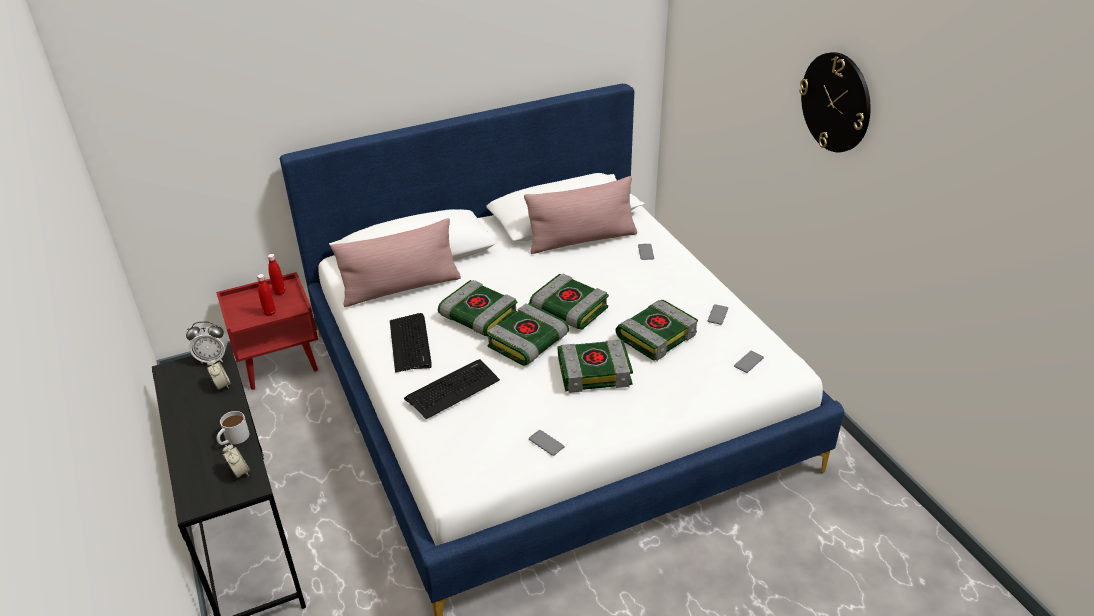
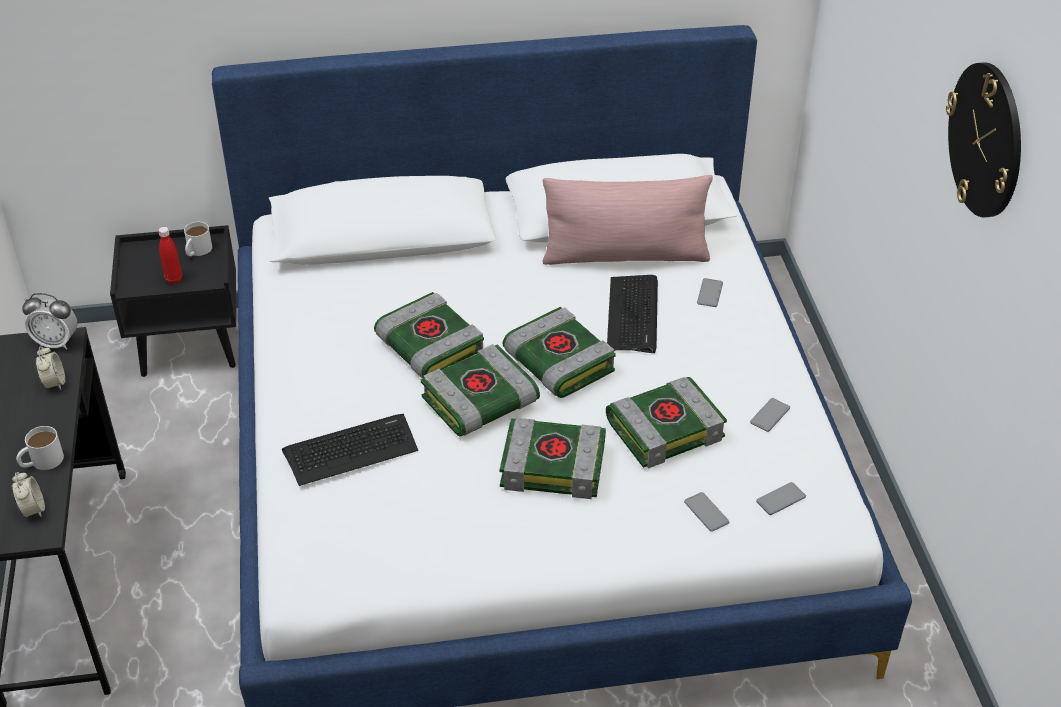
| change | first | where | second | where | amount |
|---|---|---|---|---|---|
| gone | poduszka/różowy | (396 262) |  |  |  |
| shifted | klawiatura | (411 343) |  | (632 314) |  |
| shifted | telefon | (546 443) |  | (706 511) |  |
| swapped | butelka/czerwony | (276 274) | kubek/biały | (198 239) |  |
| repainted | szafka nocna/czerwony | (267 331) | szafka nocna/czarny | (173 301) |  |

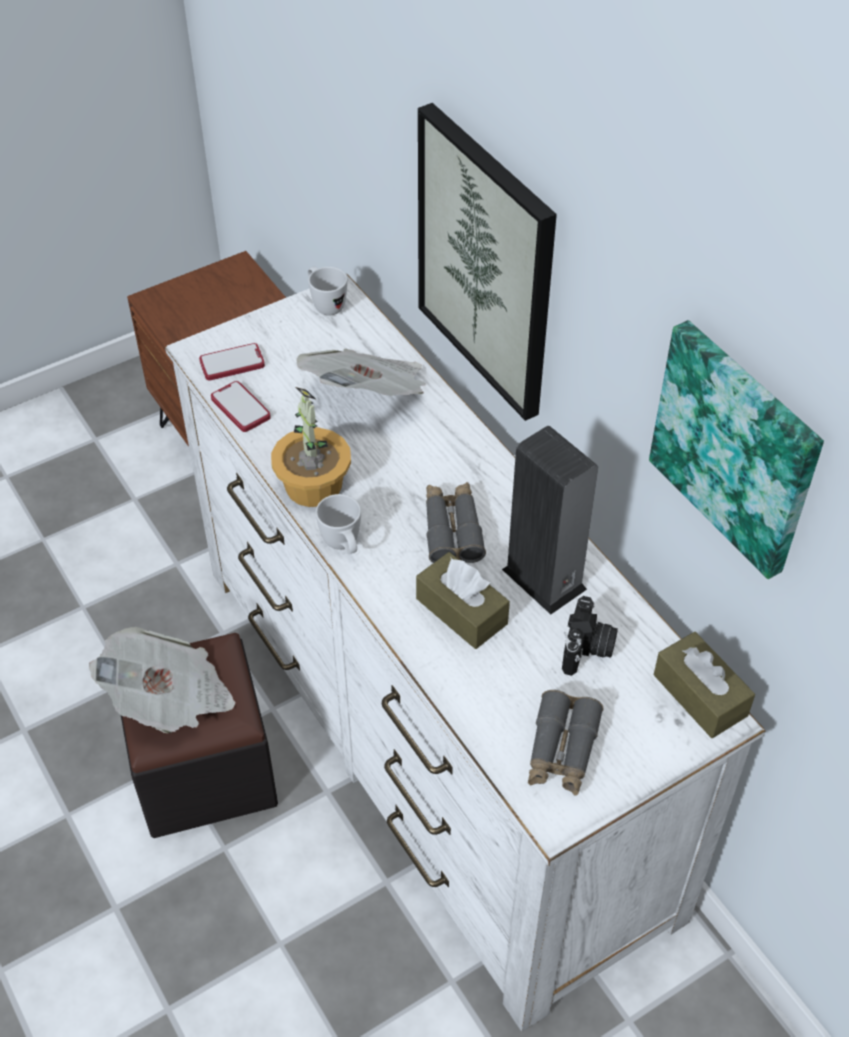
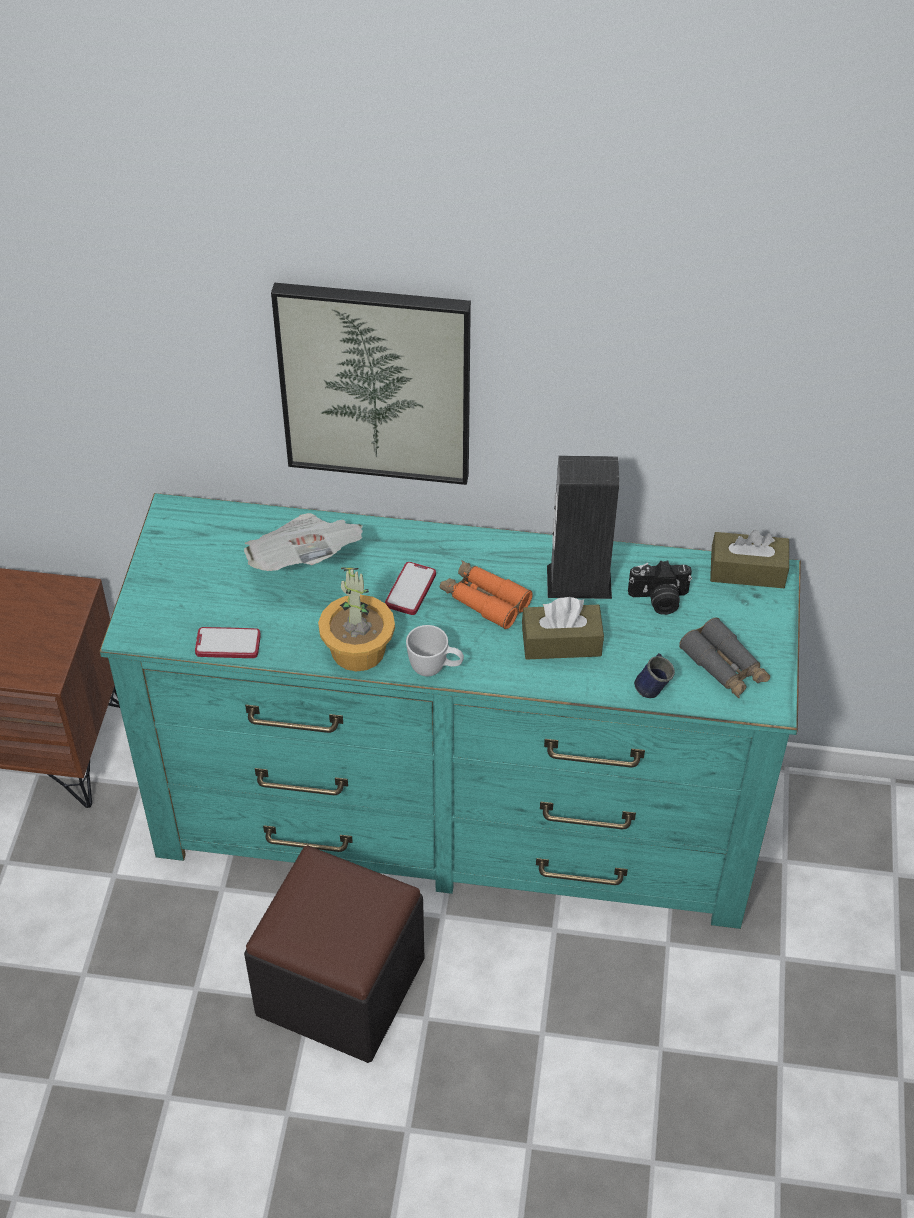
| change | first | where | second | where | amount |
|---|---|---|---|---|---|
| gone | gazeta | (162 680) |  |  |  |
| gone | kubek/biały | (327 291) |  |  |  |
| gone | obraz | (736 449) |  |  |  |
| new |  |  | kubek/niebieski | (654 675) |  |
| shifted | telefon | (232 362) |  | (410 588) |  |
| repainted | komoda/biały | (465 653) | komoda/turkusowy | (450 711) |  |
| repainted | lornetka/szary | (456 522) | lornetka/pomarańczowy | (486 594) |  |
| rotated | aparat fotograficzny | (590 636) |  | (660 587) | 120 degrees clockwise |

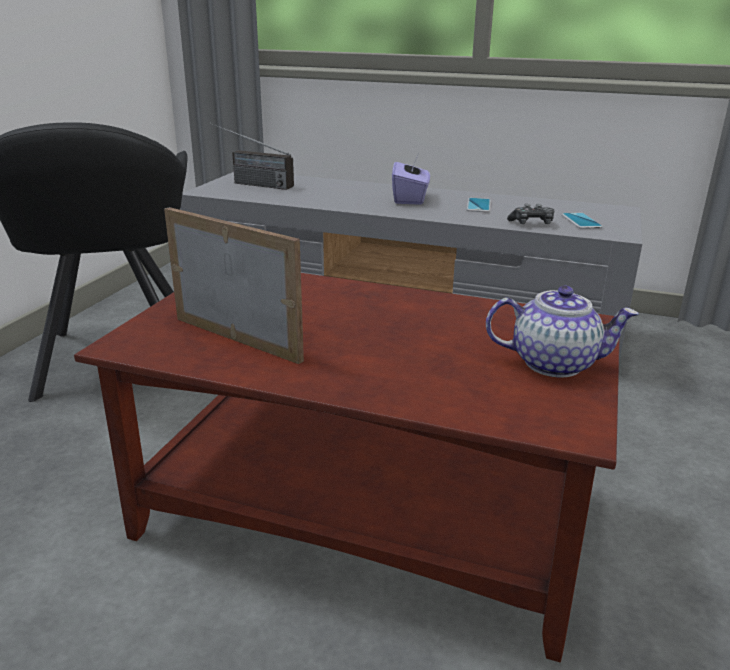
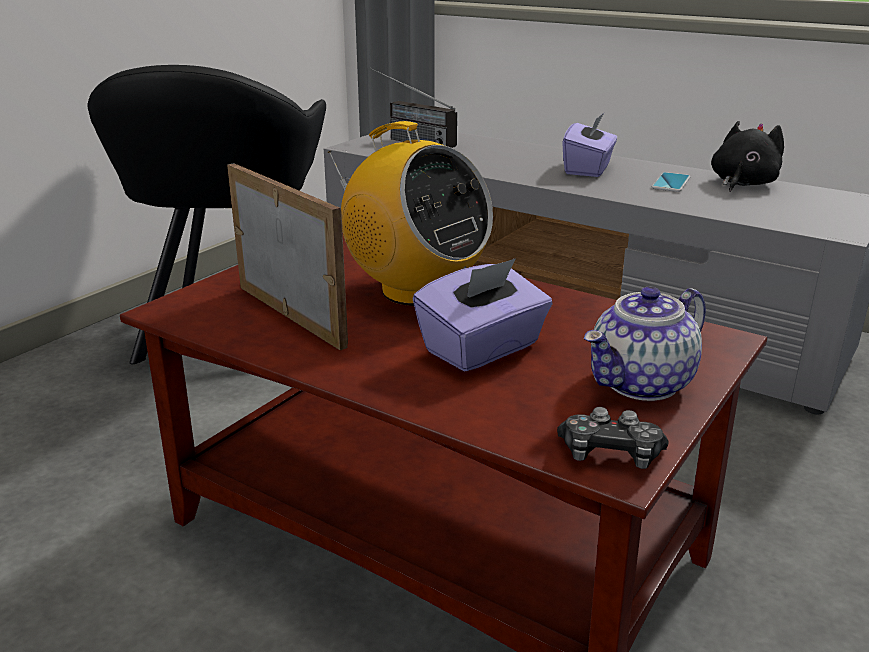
| change | first | where | second | where | amount |
|---|---|---|---|---|---|
| gone | telefon | (582 221) |  |  |  |
| new |  |  | radio | (410 213) |  |
| new |  |  | pudełko chusteczek/fioletowy | (483 315) |  |
| new |  |  | pluszak/czarny | (747 156) |  |
| shifted | pad do gier | (530 214) |  | (613 438) |  |
| rotated | imbryk | (562 331) |  | (645 344) | 120 degrees clockwise |

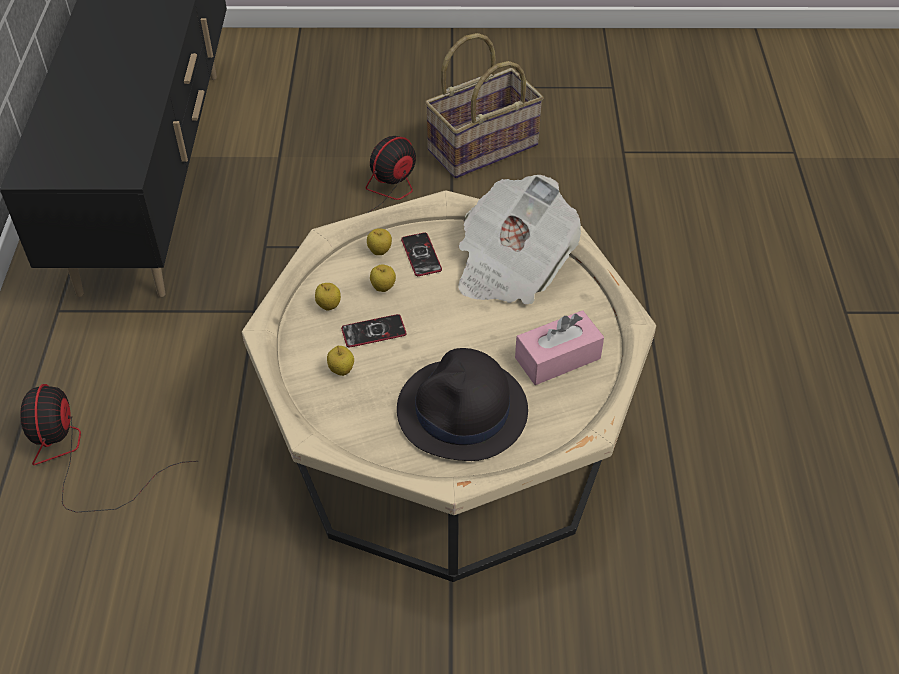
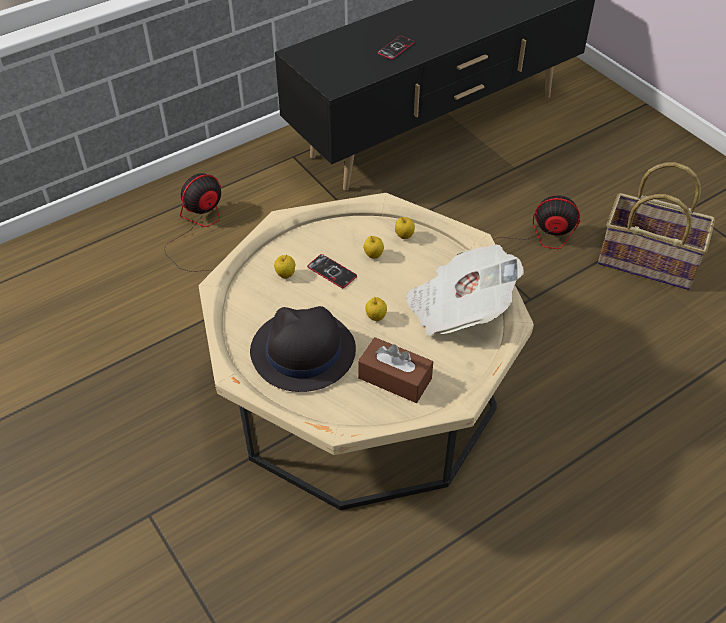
| change | first | where | second | where | amount |
|---|---|---|---|---|---|
| shifted | jabłko | (328 297) |  | (376 309) |  |
| shifted | telefon | (421 254) |  | (396 48) |  |
| repainted | pudełko chusteczek/różowy | (559 347) | pudełko chusteczek/brązowy | (395 370) |  |

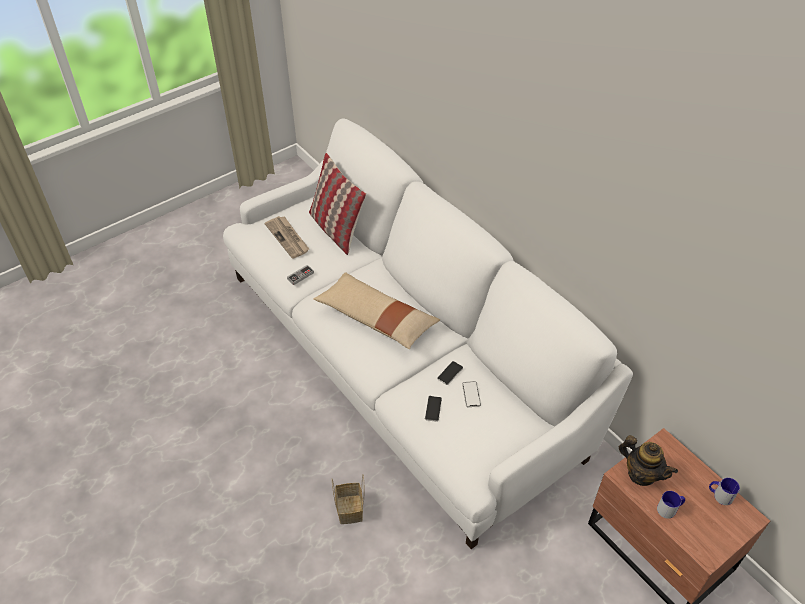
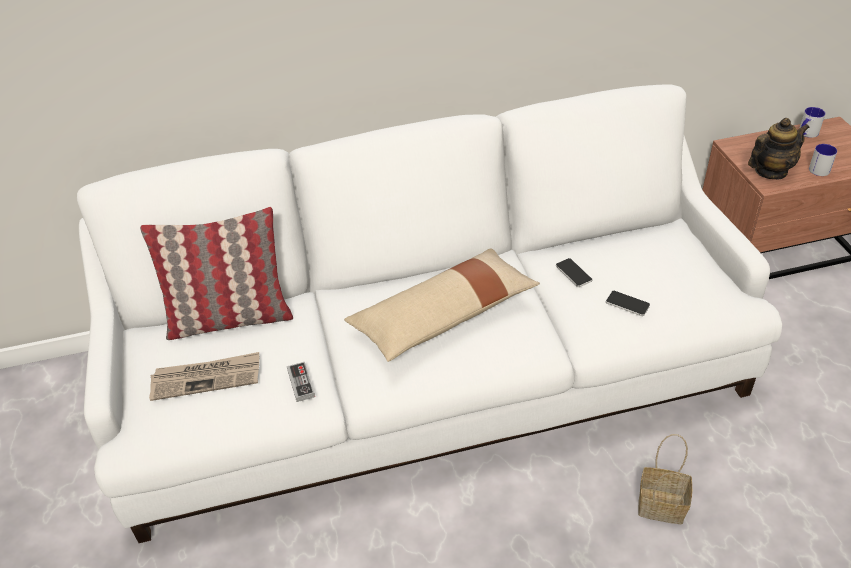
| change | first | where | second | where | amount |
|---|---|---|---|---|---|
| gone | telefon | (471 394) |  |  |  |

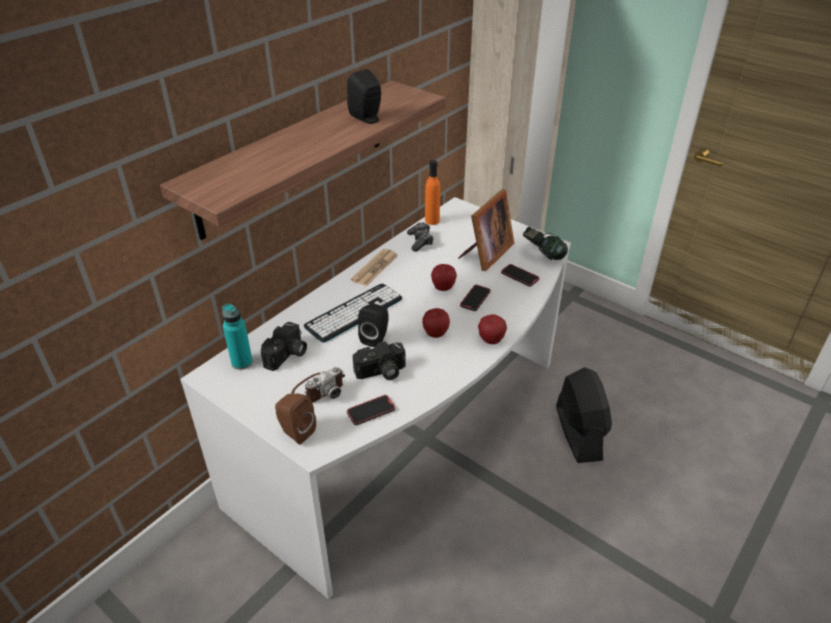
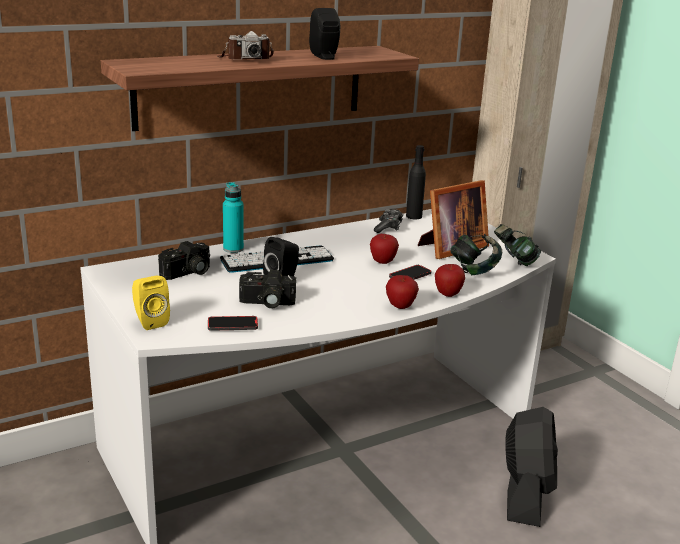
| change | first | where | second | where | amount |
|---|---|---|---|---|---|
| gone | gazeta | (374 267) |  |  |  |
| shifted | butelka/turkusowy | (237 337) |  | (233 217) |  |
| shifted | aparat fotograficzny | (318 385) |  | (245 45) |  |
| shifted | jabłko | (436 323) |  | (450 280) |  |
| swapped | telefon | (520 275) | słuchawki | (476 254) |  |
| repainted | głośnik/brązowy | (295 419) | głośnik/żółty | (151 303) |  |
| repainted | butelka/pomarańczowy | (432 192) | butelka/czarny | (416 182) |  |

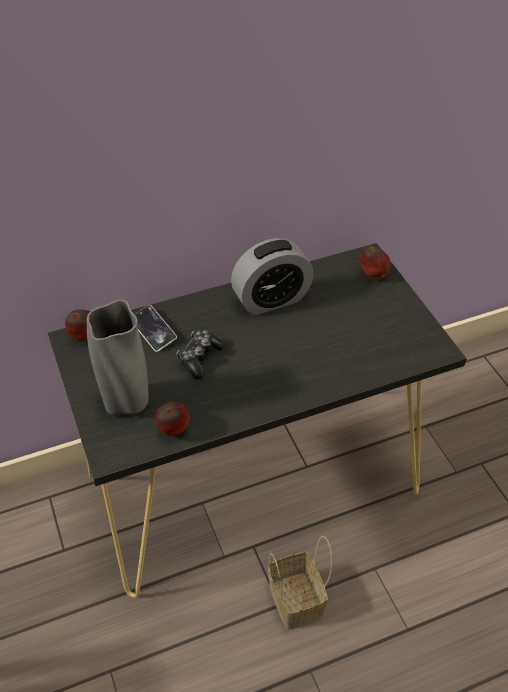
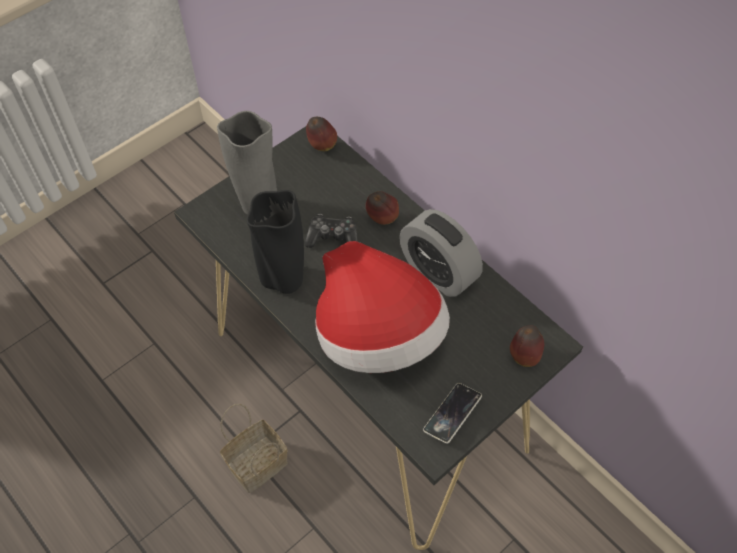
| change | first | where | second | where | amount |
|---|---|---|---|---|---|
| new |  |  | wazon/czarny | (275 242) |  |
| new |  |  | kapelusz | (382 307) |  |
| shifted | telefon | (156 328) |  | (452 413) |  |
| shifted | jabłko | (172 419) |  | (382 208) |  |

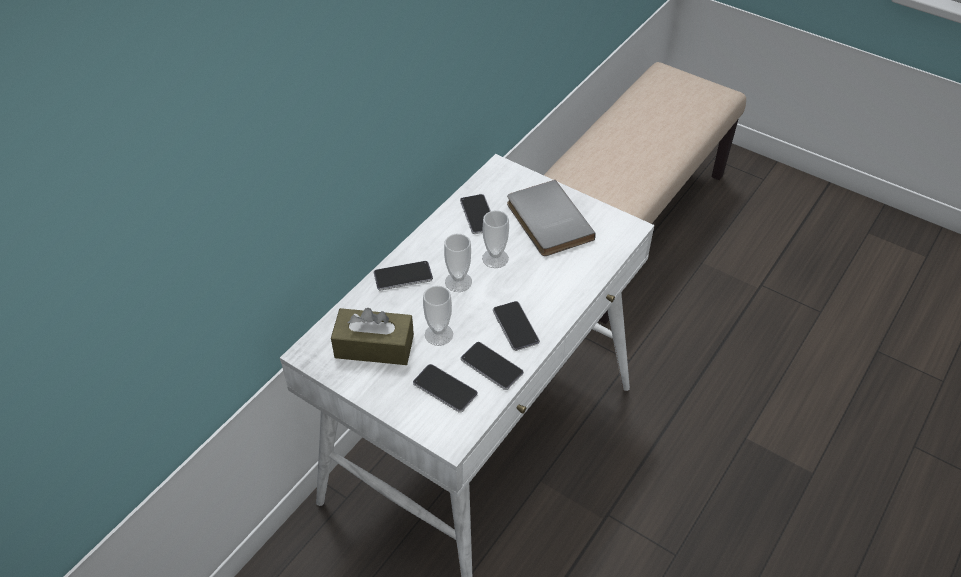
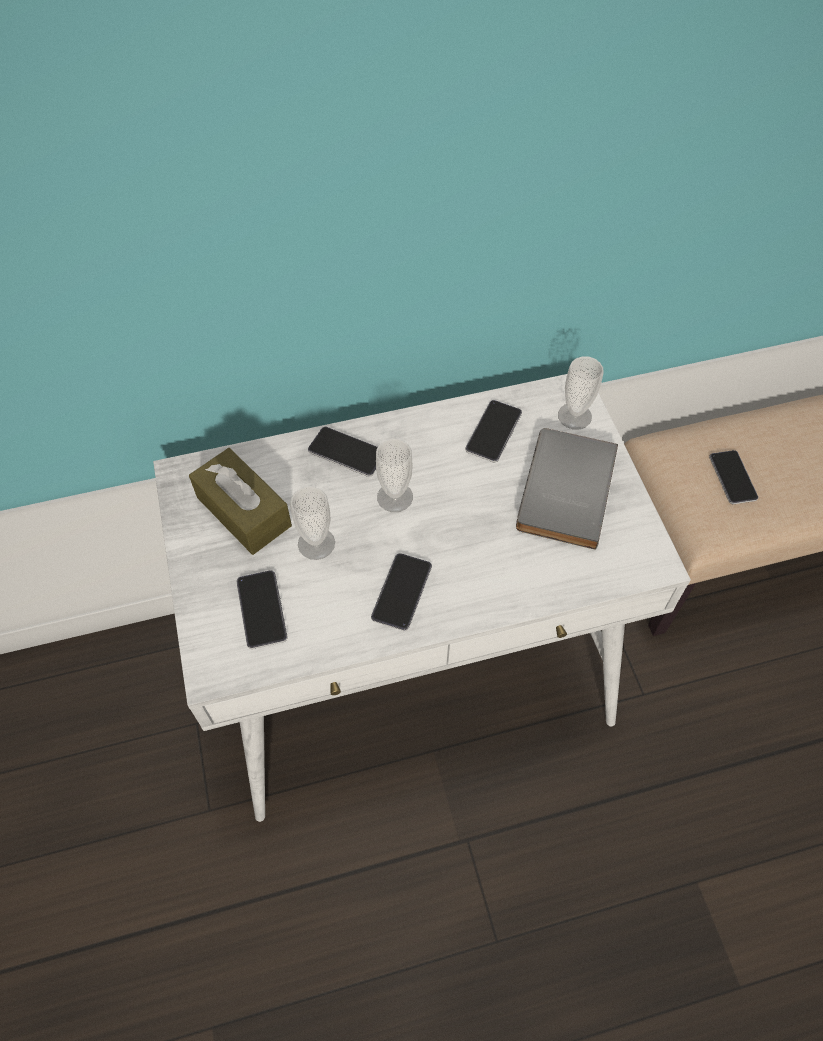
| change | first | where | second | where | amount |
|---|---|---|---|---|---|
| shifted | telefon | (492 366) |  | (733 477) |  |
| shifted | filiżanka | (495 239) |  | (581 393) |  |

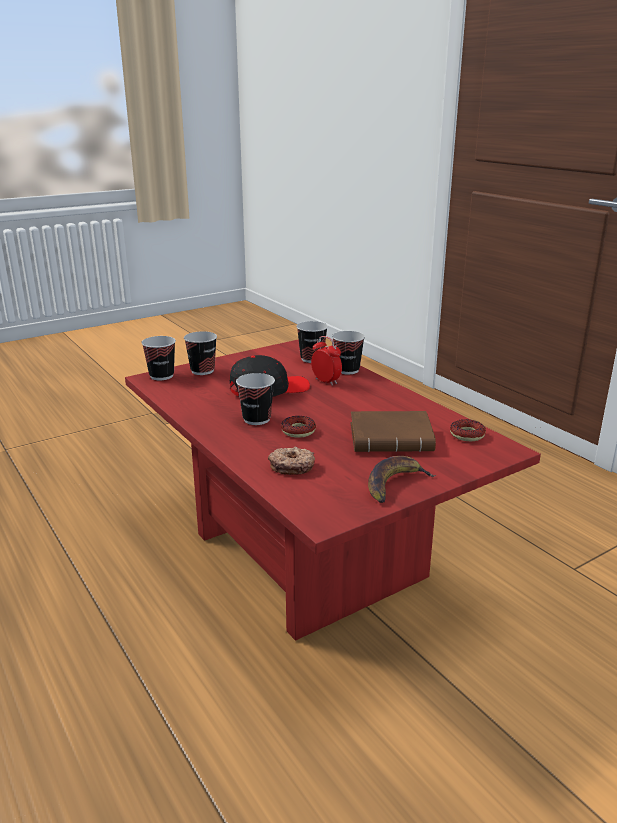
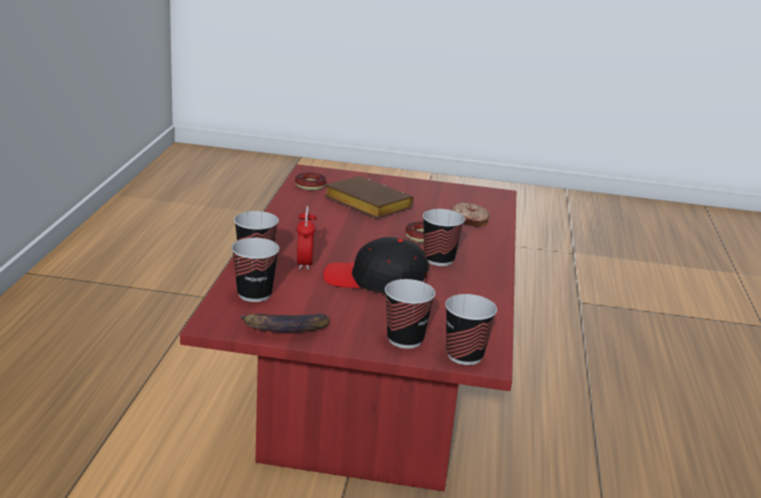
| change | first | where | second | where | amount |
|---|---|---|---|---|---|
| shifted | banan | (402 479) |  | (285 323) |  |

